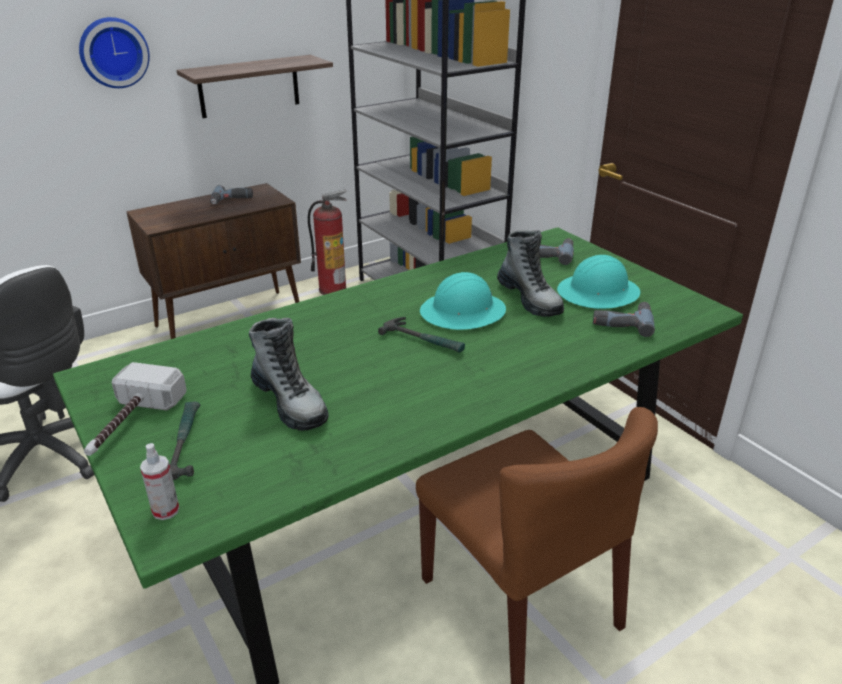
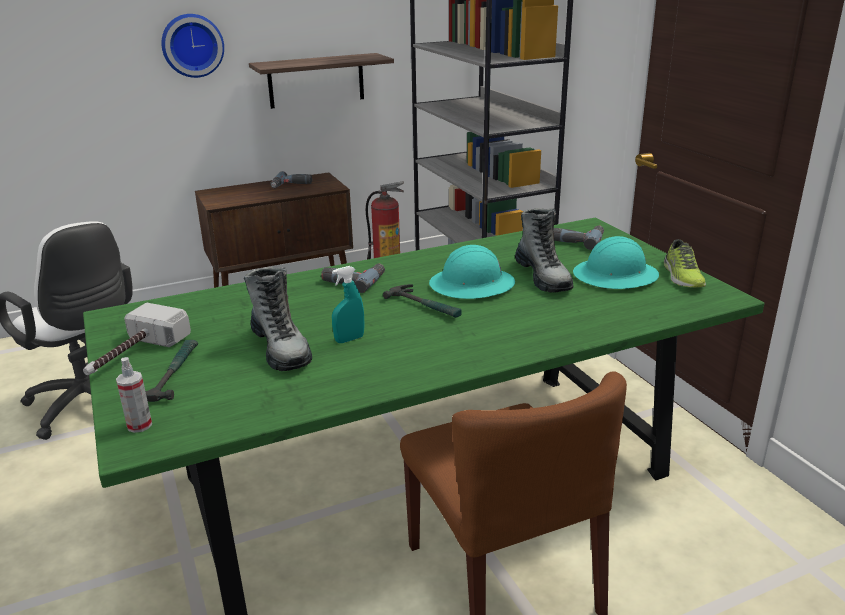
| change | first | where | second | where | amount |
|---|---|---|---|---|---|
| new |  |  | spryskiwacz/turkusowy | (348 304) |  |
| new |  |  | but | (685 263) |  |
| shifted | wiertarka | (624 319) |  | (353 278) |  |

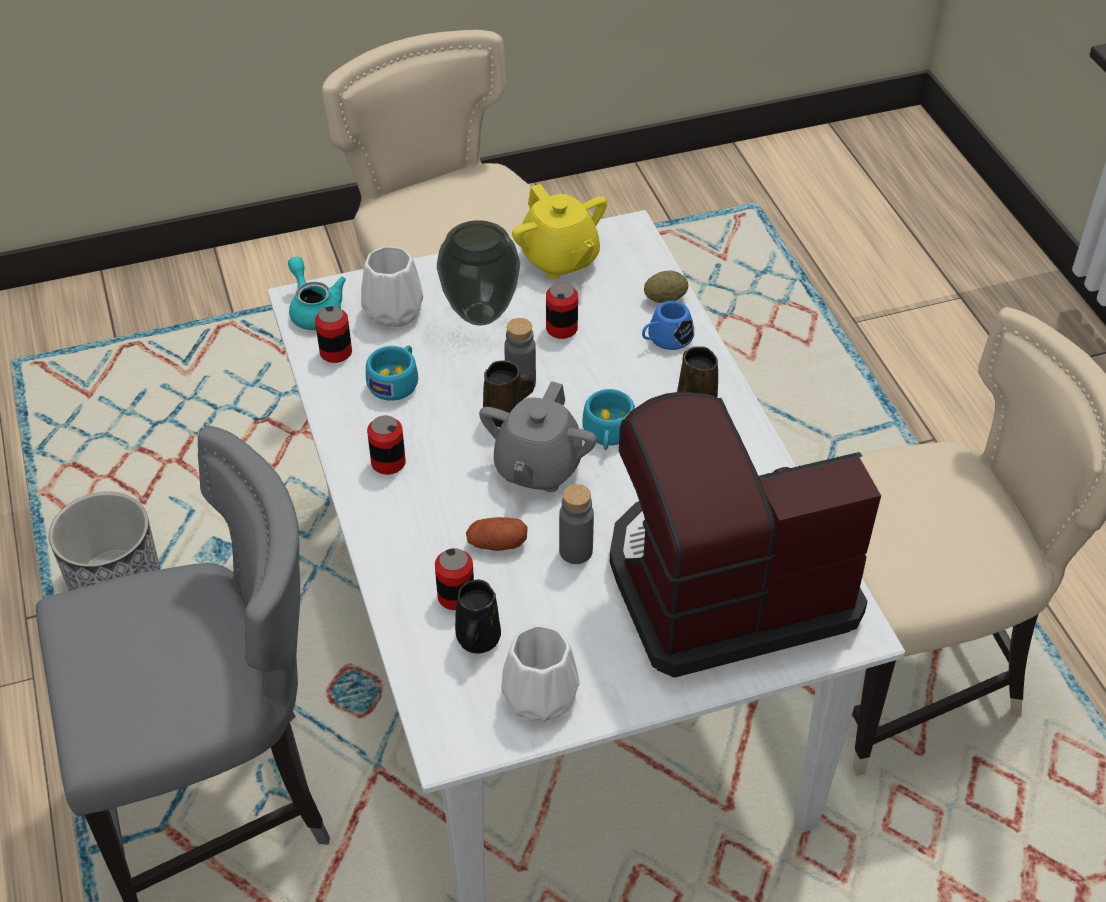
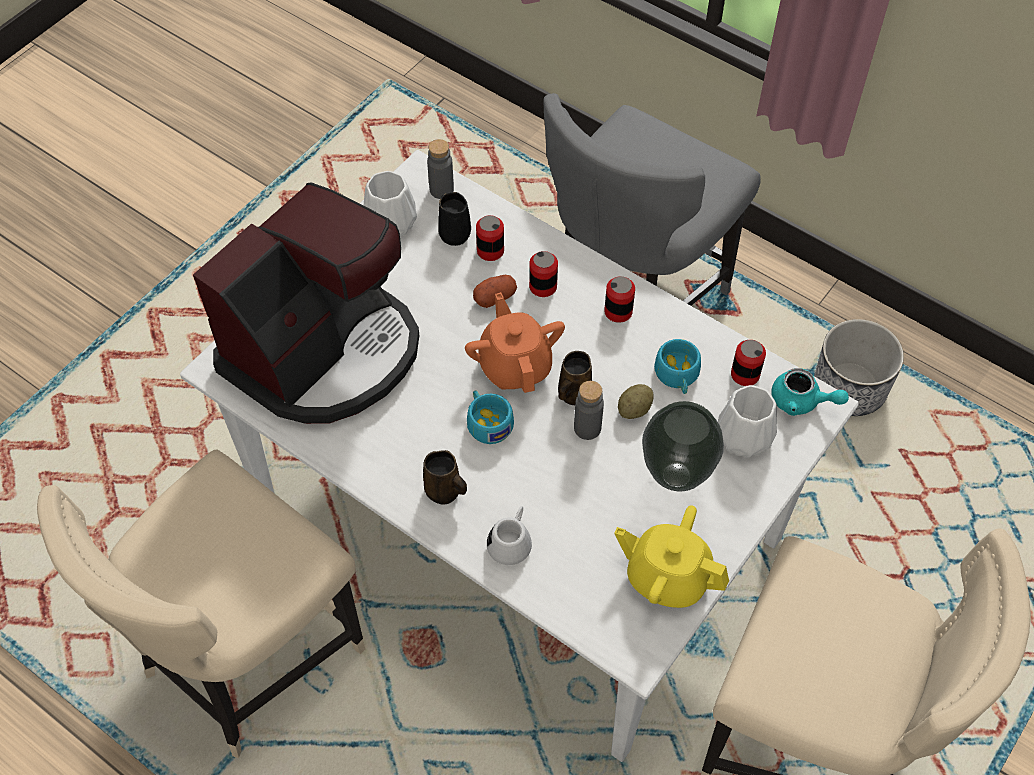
| change | first | where | second | where | amount |
|---|---|---|---|---|---|
| shifted | puszka | (562 311) |  | (543 274) |  |
| shifted | butelka/szary | (576 524) |  | (440 169) |  |
| shifted | ziemniak | (666 286) |  | (636 401) |  |
| repainted | imbryk/szary | (538 436) | imbryk/pomarańczowy | (515 342) |  |
| repainted | kubek/niebieski | (668 325) | kubek/biały | (509 535) |  |

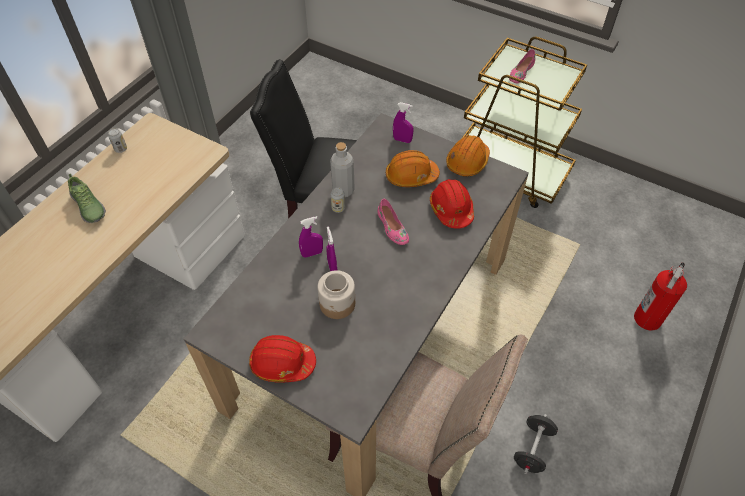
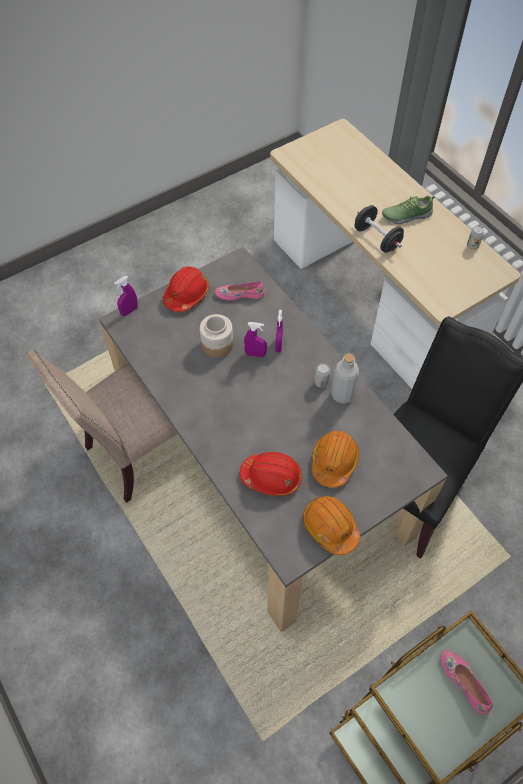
| change | first | where | second | where | amount |
|---|---|---|---|---|---|
| gone | gaśnica | (660 296) |  |  |  |
| shifted | but/różowy | (393 222) |  | (240 290) |  |
| shifted | spryskiwacz/fioletowy | (403 122) |  | (126 296) |  |
| shifted | hantel/czarny | (536 444) |  | (379 229) |  |

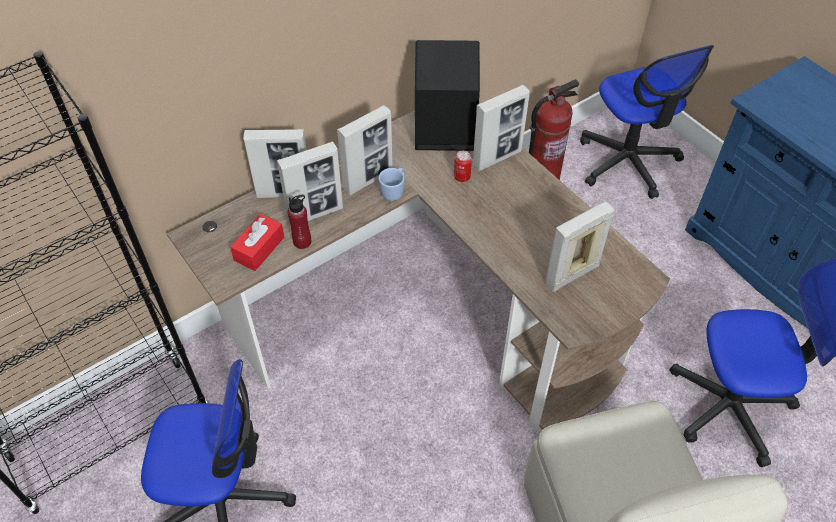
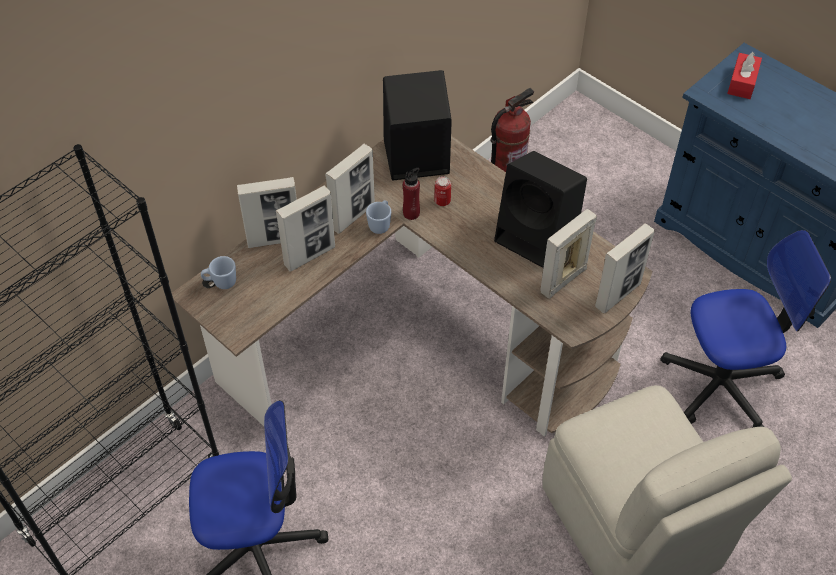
| change | first | where | second | where | amount |
|---|---|---|---|---|---|
| gone | krzesło biurowe | (647 122) |  |  |  |
| new |  |  | kubek/niebieski | (218 272) |  |
| new |  |  | głośnik/czarny | (540 209) |  |
| shifted | pudełko chusteczek/czerwony | (257 242) |  | (744 75) |  |
| shifted | butelka/czerwony | (299 222) |  | (411 194) |  |
| shifted | ramka na zdjęcie | (501 128) |  | (625 268) |  |

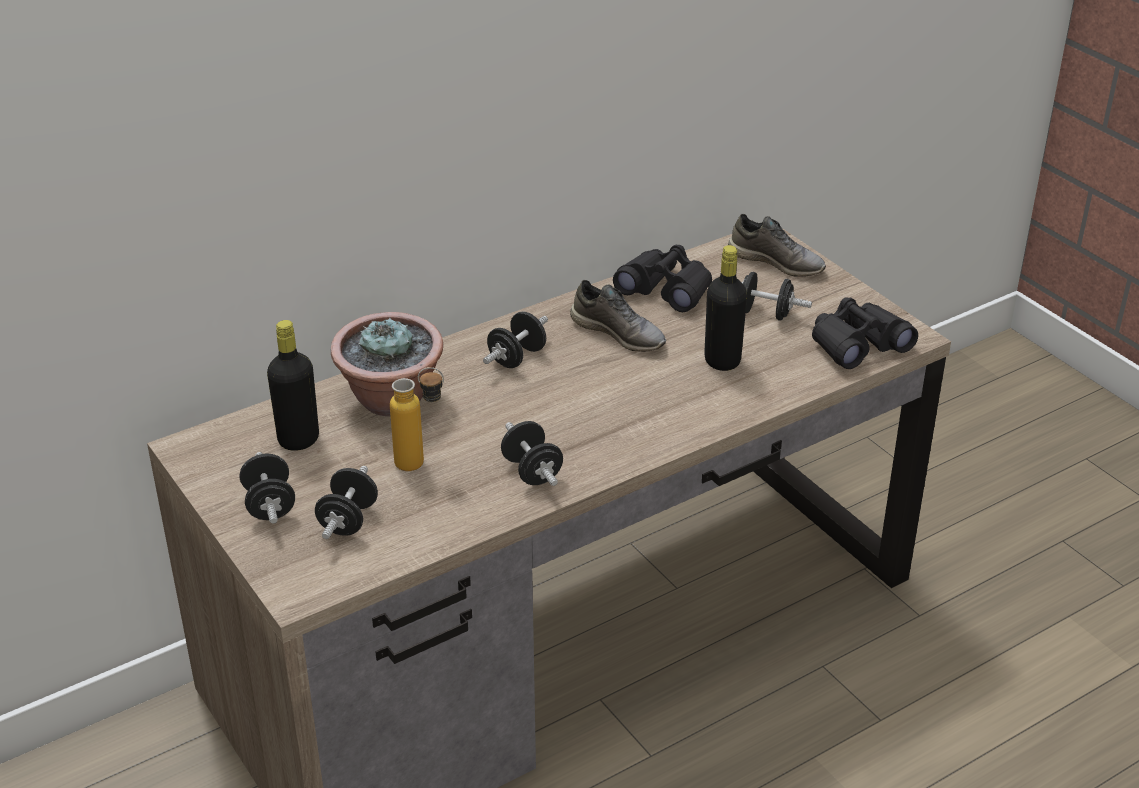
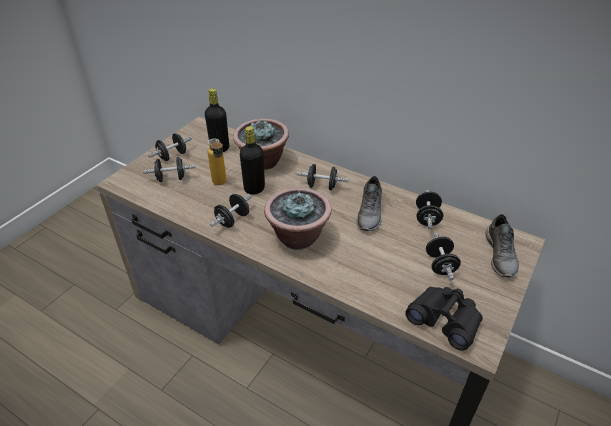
| change | first | where | second | where | amount |
|---|---|---|---|---|---|
| new |  |  | roślina doniczkowa | (298 219) |  |
| shifted | butelka/czarny | (725 308) |  | (252 160) |  |
| swapped | lornetka/czarny | (662 278) | hantel/czarny | (429 209) |  |

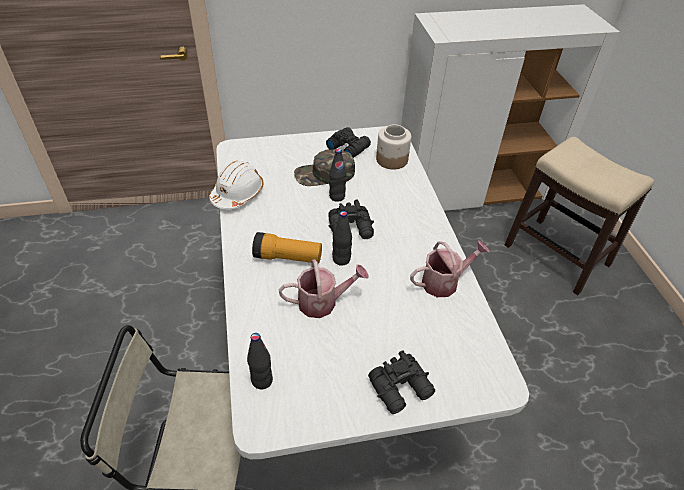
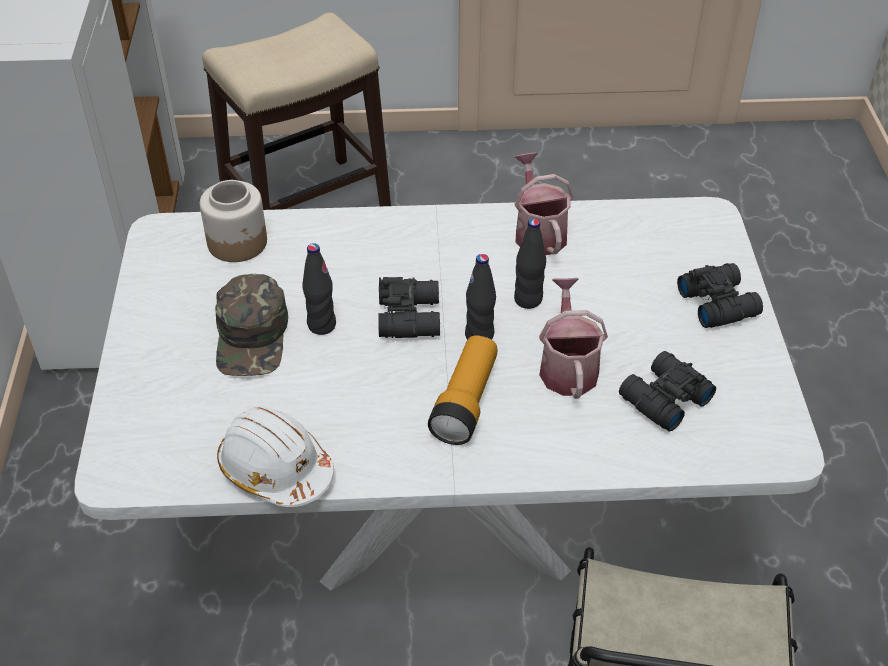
| change | first | where | second | where | amount |
|---|---|---|---|---|---|
| shifted | butelka/czarny | (260 361) |  | (530 263) |  |
| shifted | lornetka/czarny | (348 142) |  | (667 391) |  |

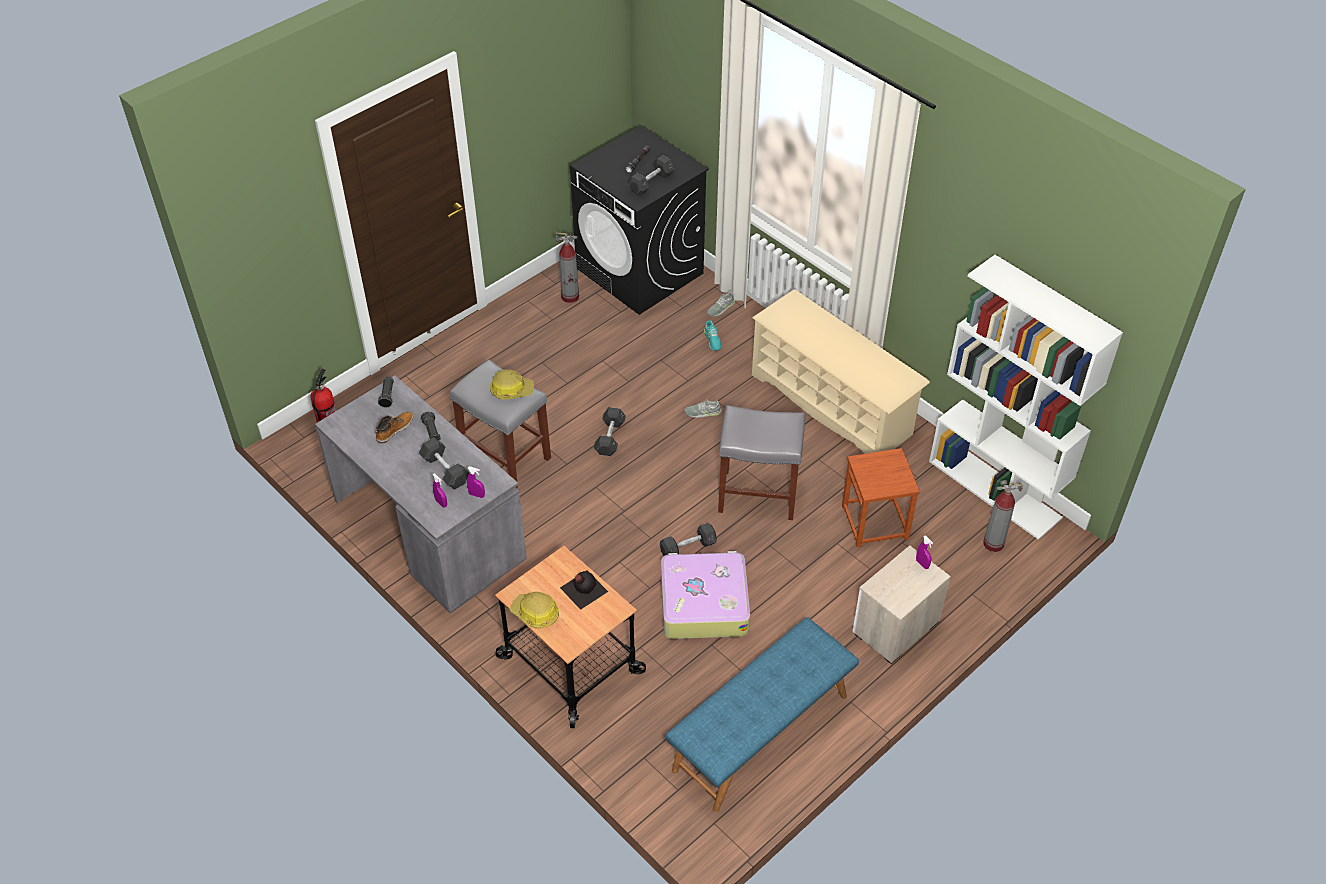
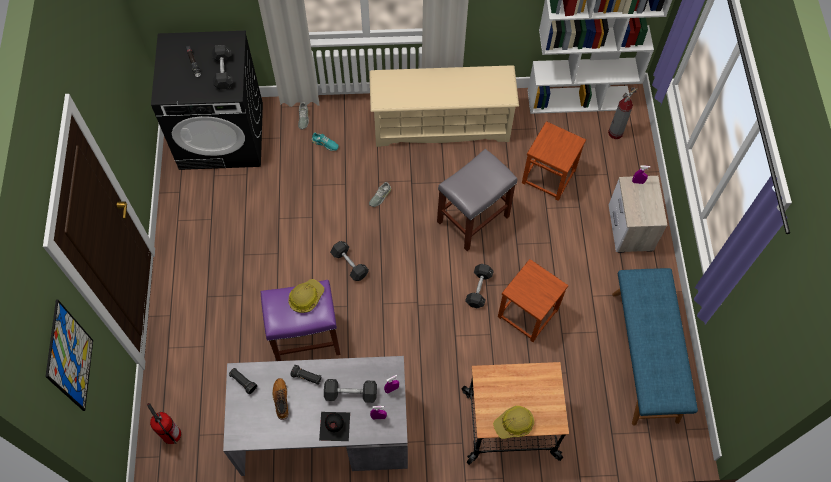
| change | first | where | second | where | amount |
|---|---|---|---|---|---|
| gone | gaśnica | (567 267) |  |  |  |
| new |  |  | obraz | (69 355) |  |
| shifted | butelka/czarny | (584 590) |  | (334 426) |  |
| swapped | walizka | (705 595) | stołek/brązowy | (533 300) |  |
| repainted | stołek/szary | (500 424) | stołek/fioletowy | (301 320) |  |

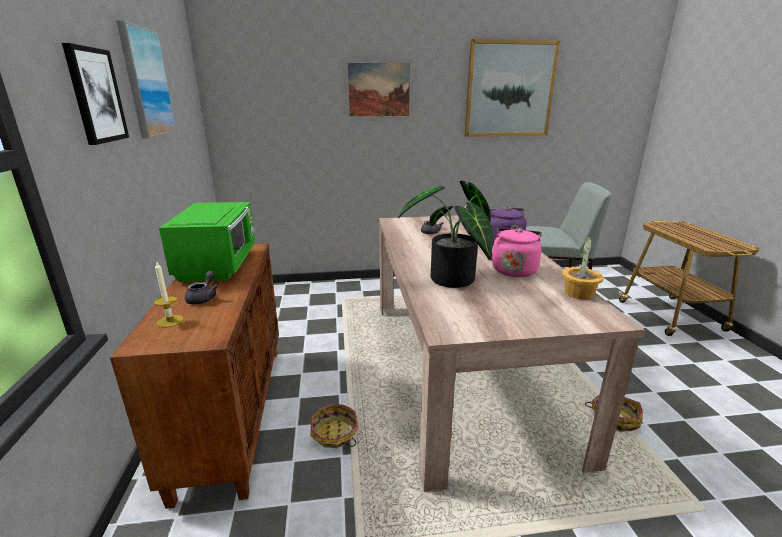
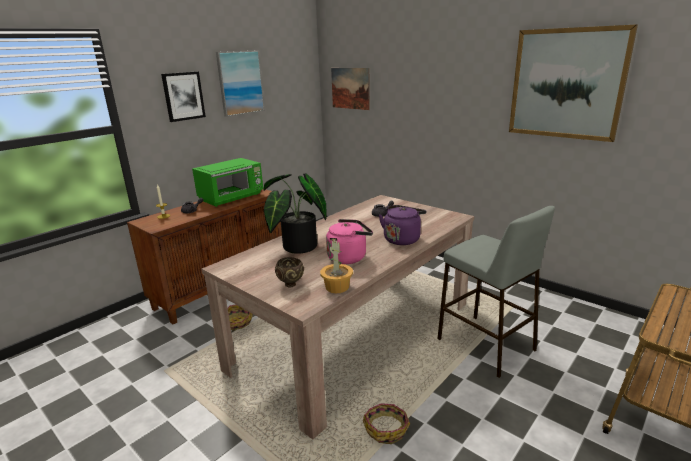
| change | first | where | second | where | amount |
|---|---|---|---|---|---|
| new |  |  | miska/brązowy | (289 272) |  |
| shifted | obraz | (379 89) |  | (350 89) |  |

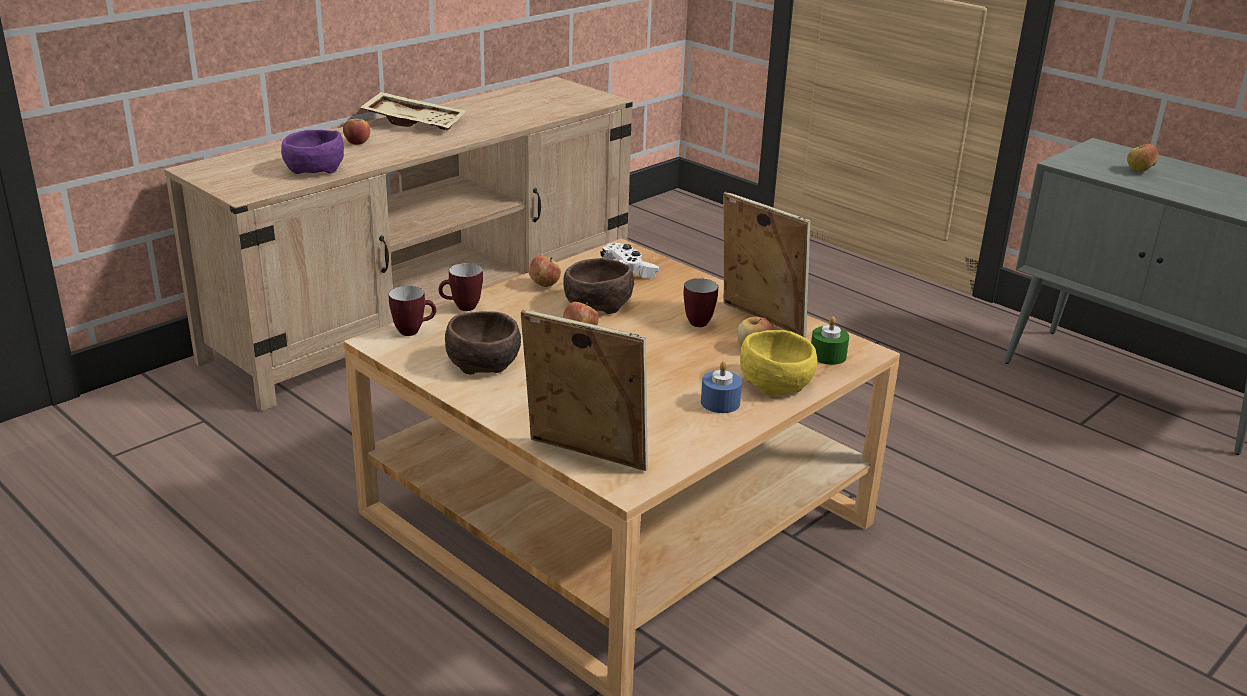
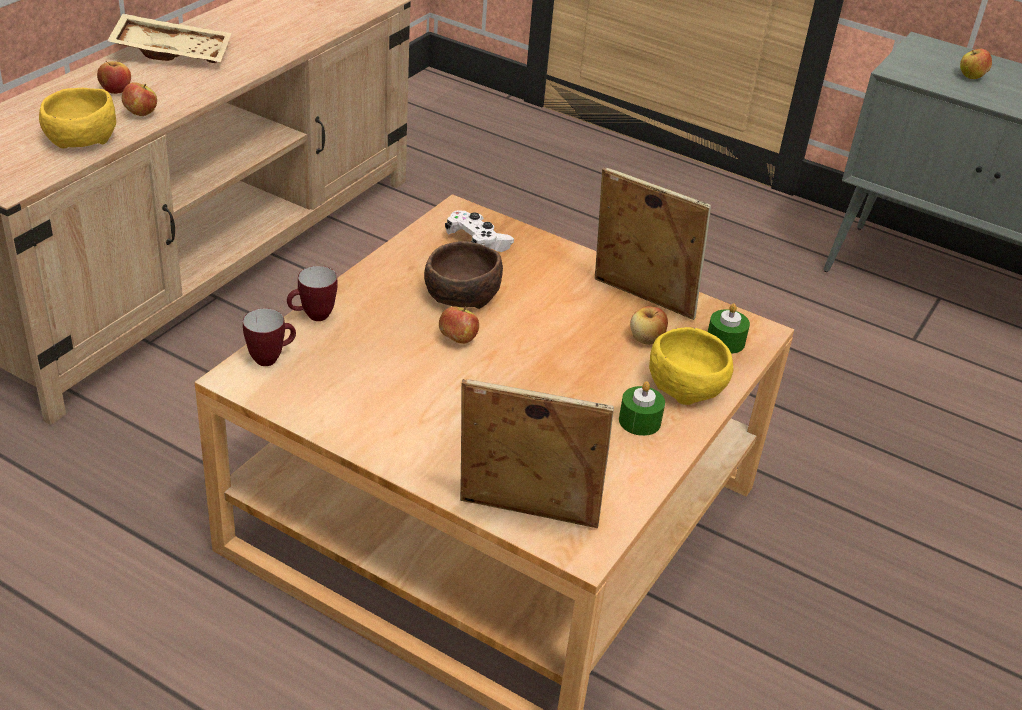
| change | first | where | second | where | amount |
|---|---|---|---|---|---|
| gone | miska/brązowy | (483 342) |  |  |  |
| gone | kubek | (700 302) |  |  |  |
| shifted | jabłko | (545 271) |  | (139 99) |  |
| repainted | miska/fioletowy | (312 152) | miska/żółty | (77 118) |  |
| repainted | świeca/niebieski | (721 387) | świeca/zielony | (642 408) |  |

